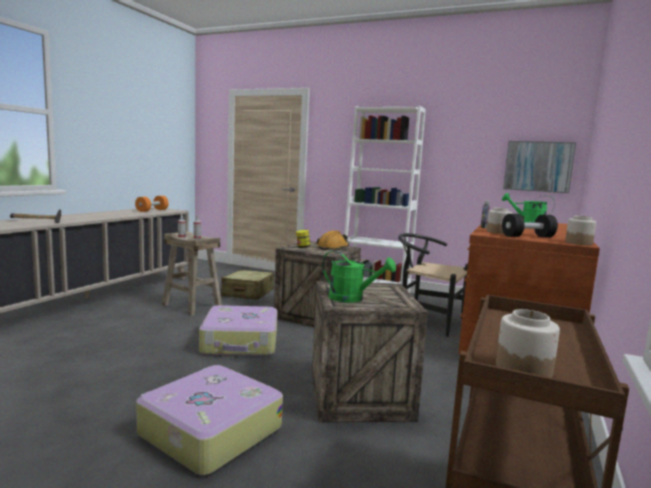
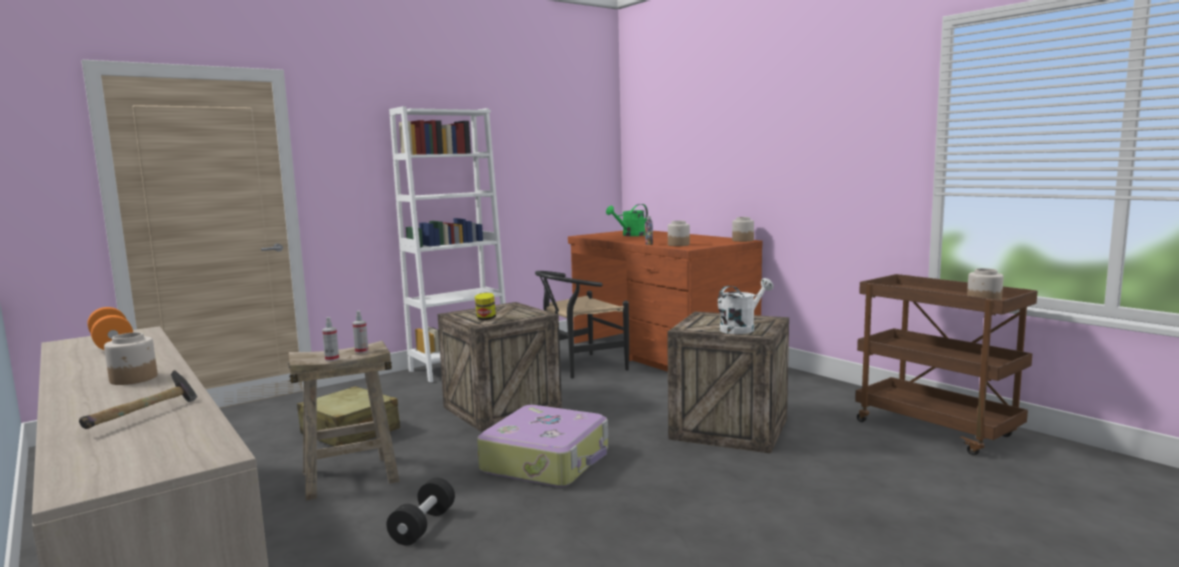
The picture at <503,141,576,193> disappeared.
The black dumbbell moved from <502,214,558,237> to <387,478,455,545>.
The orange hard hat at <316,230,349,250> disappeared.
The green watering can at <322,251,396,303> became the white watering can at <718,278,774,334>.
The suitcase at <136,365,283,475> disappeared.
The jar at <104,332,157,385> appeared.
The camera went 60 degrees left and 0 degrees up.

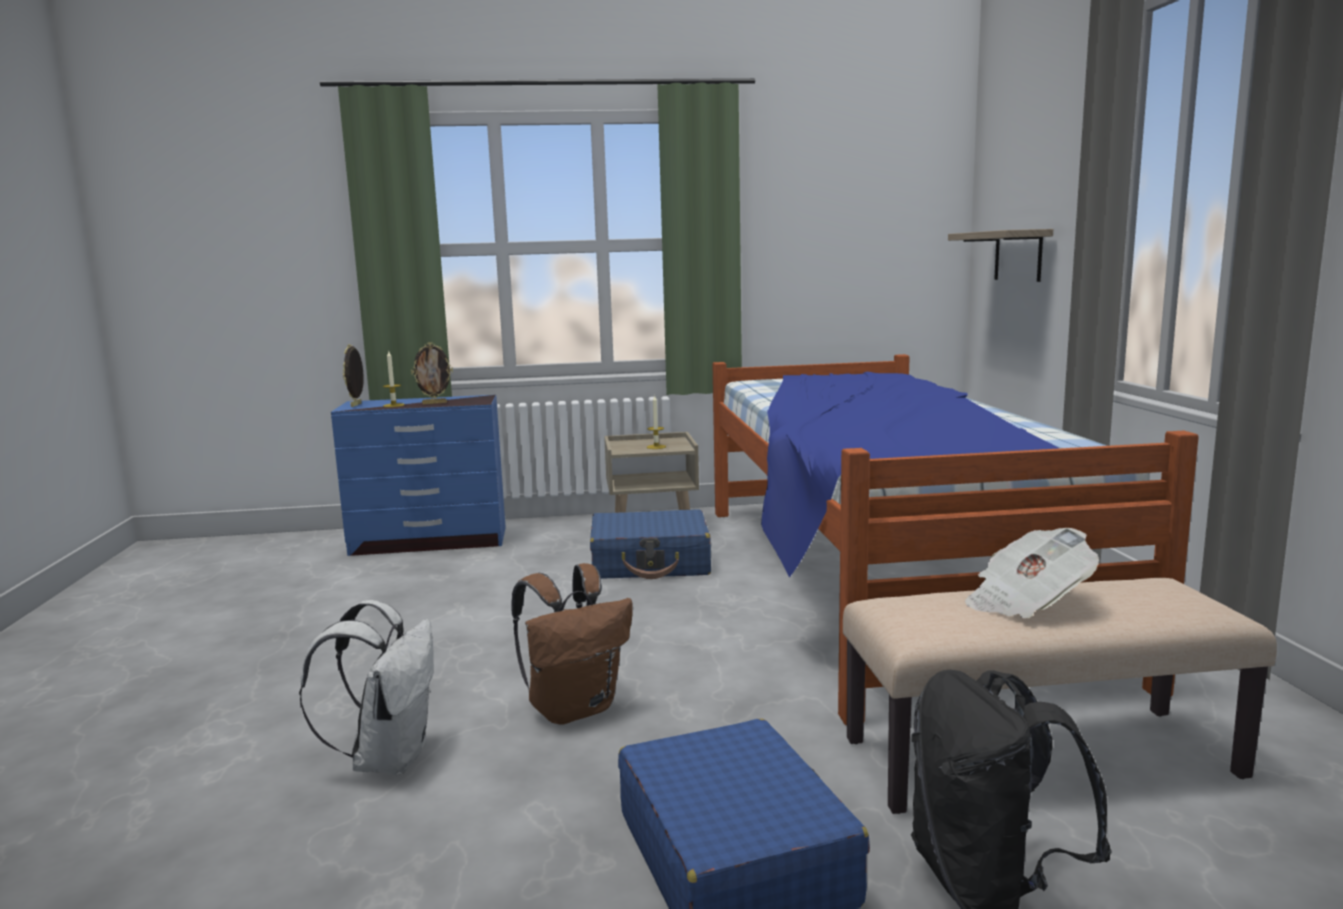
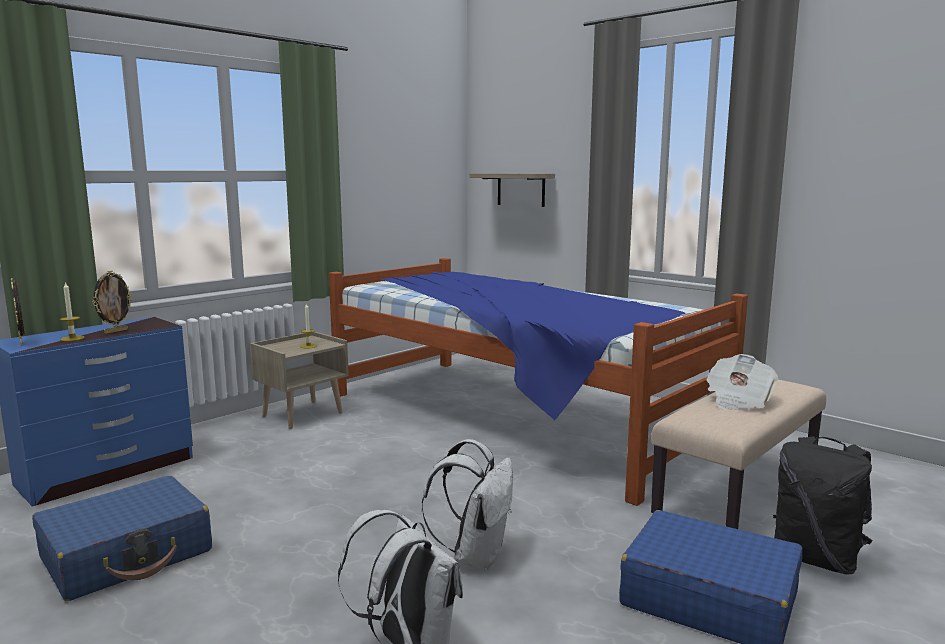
The blue suitcase moved from <590,509,711,579> to <32,476,212,601>.
The brown backpack at <511,563,633,725> became the white backpack at <422,439,513,570>.
The camera went 40 degrees left and 0 degrees up.

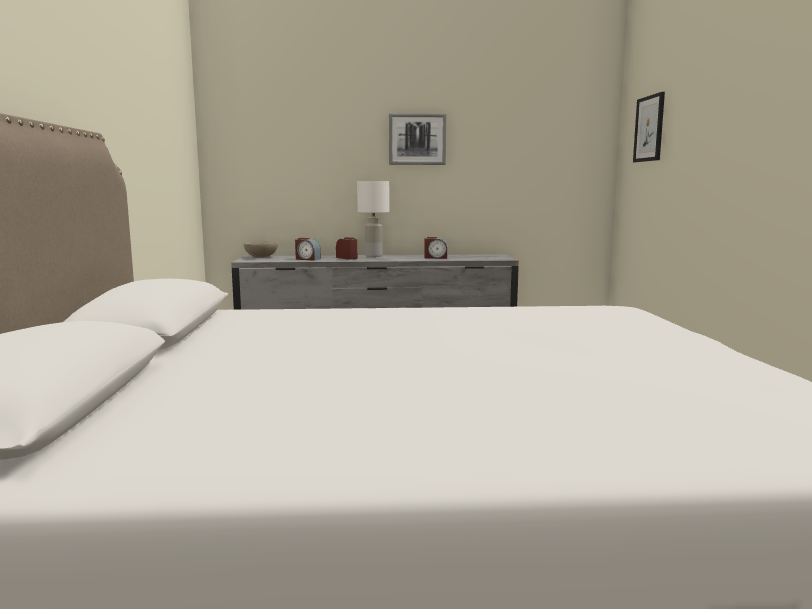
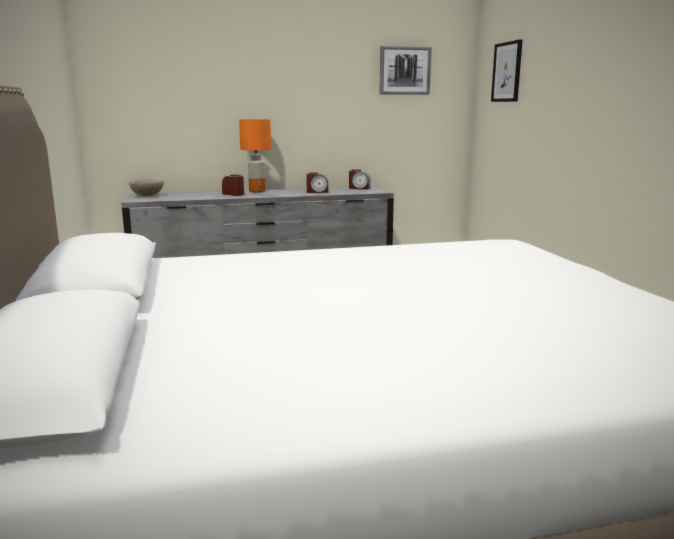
The picture moved from <389,113,446,165> to <379,46,432,95>.
The white table lamp at <357,181,389,257> became the orange table lamp at <239,119,271,192>.
The alarm clock moved from <295,238,321,261> to <349,169,371,189>.
The camera went 10 degrees left and 5 degrees up.

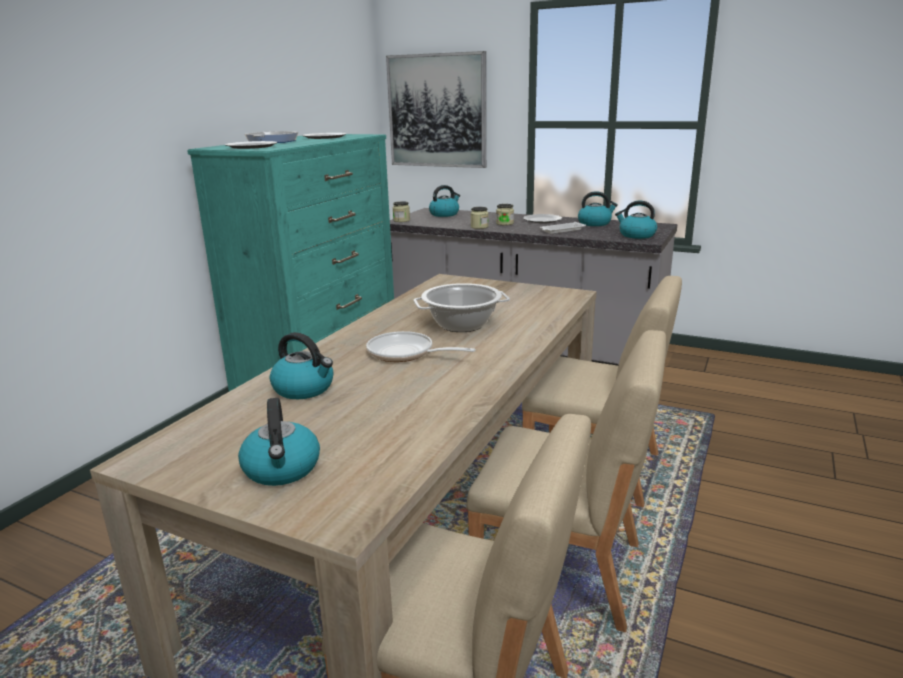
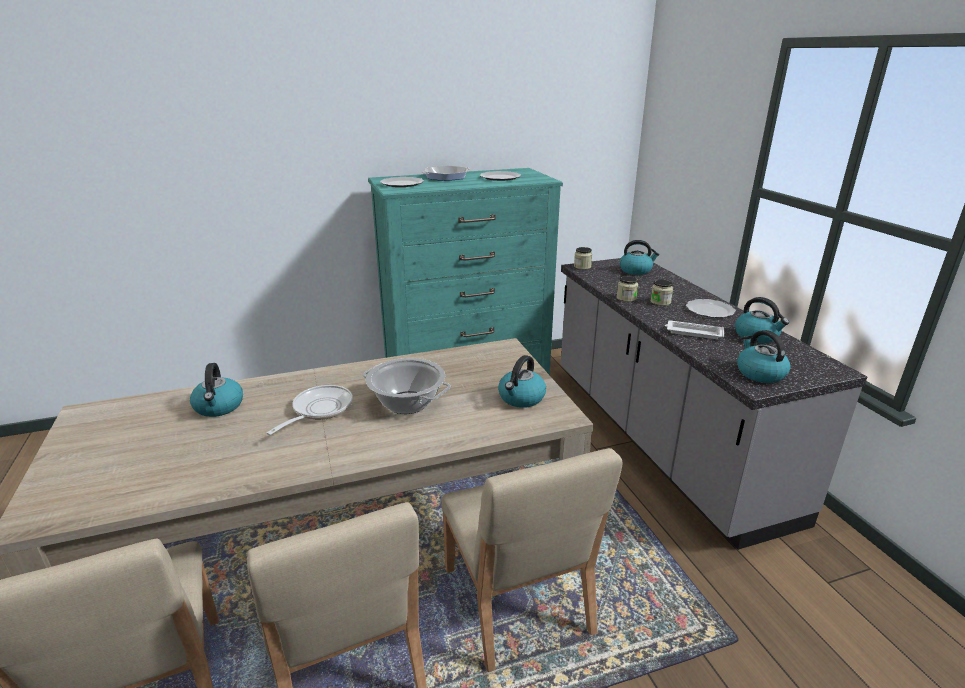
The picture at <386,51,486,168> disappeared.
The frying pan at <366,331,476,362> turned 45 degrees clockwise.
The kettle moved from <238,398,320,486> to <498,355,546,408>.
The camera went 45 degrees right and 5 degrees up.

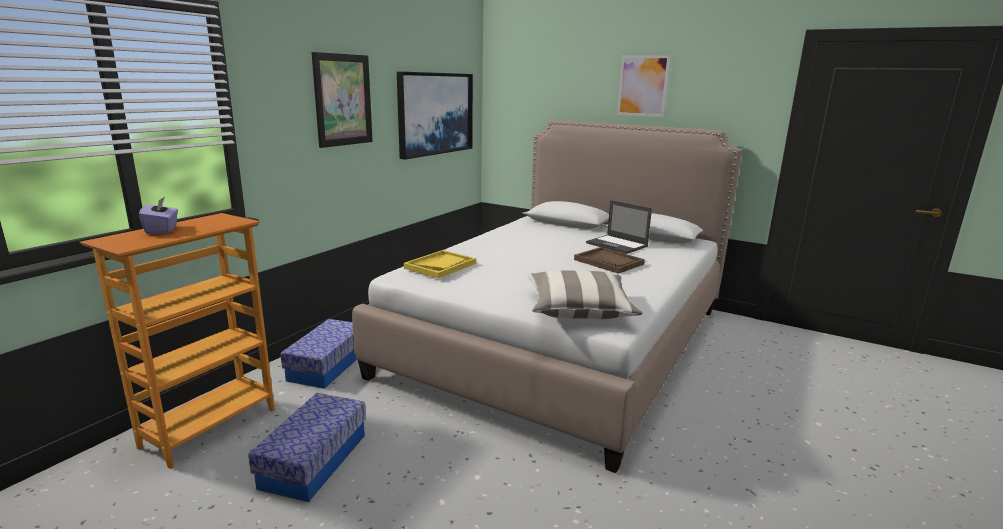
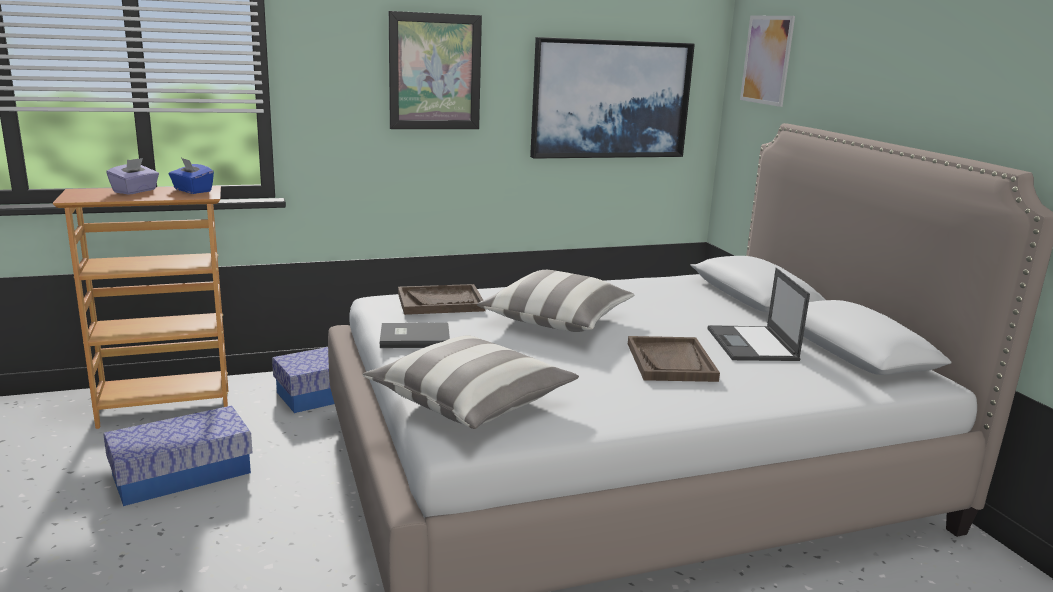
The picture moved from <617,55,671,117> to <740,16,795,107>.
The yellow tray at <404,250,476,279> became the brown tray at <398,284,485,315>.
The blue tissue box at <169,158,214,194> appeared.
The pillow at <477,270,634,332> appeared.
The grey book at <380,323,450,348> appeared.
The camera went 40 degrees right and 0 degrees up.

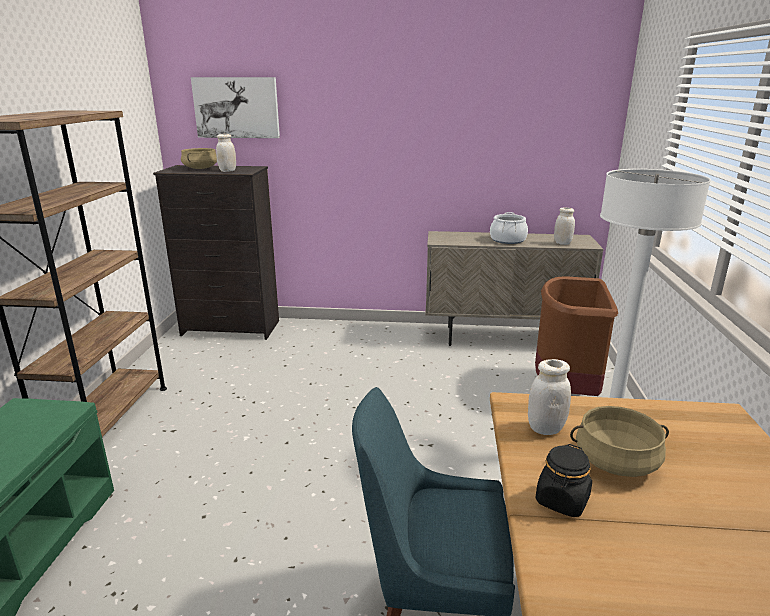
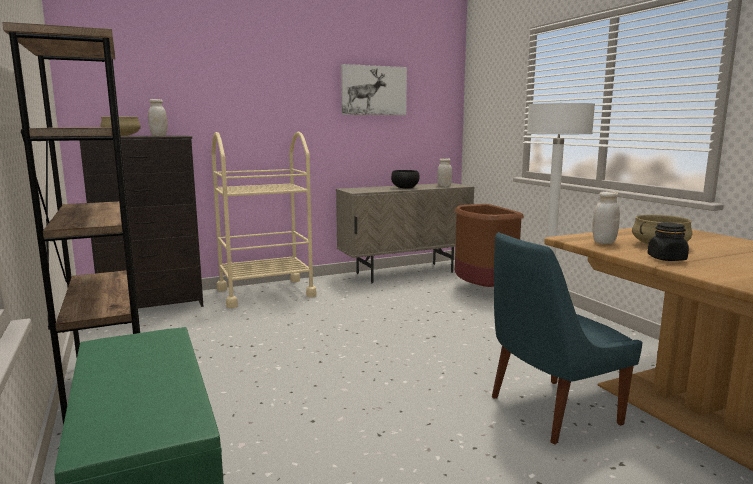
The picture moved from <191,77,280,138> to <341,64,407,115>.
The cooking pot at <490,212,528,244> was replaced by the black bowl at <391,170,420,189>.
The beige cart at <211,132,316,308> appeared.
The camera went 30 degrees left and 10 degrees down.

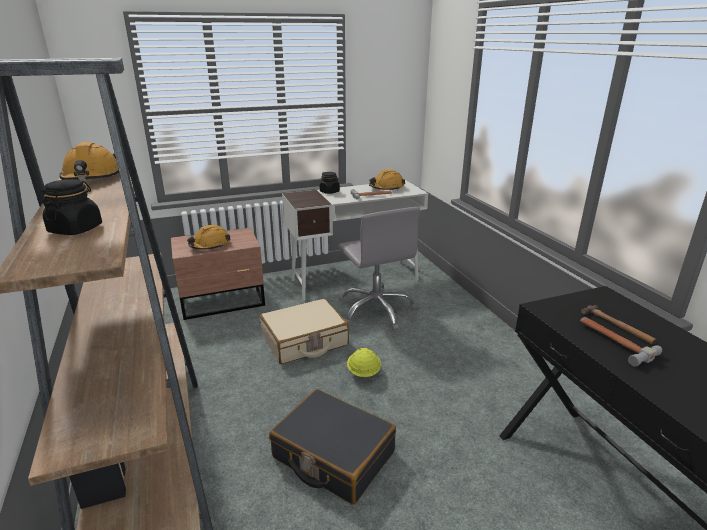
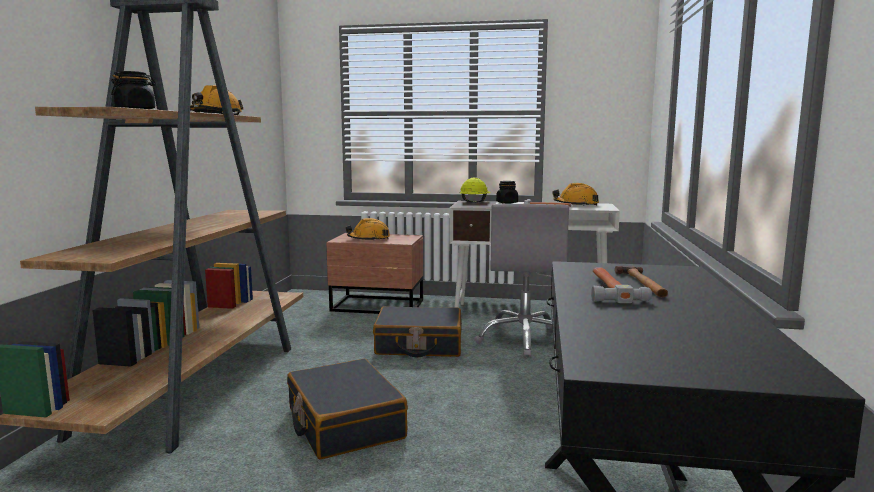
The beige suitcase at <260,299,349,364> became the black suitcase at <373,306,462,357>.
The yellow hard hat moved from <347,348,381,377> to <459,177,491,203>.
The camera went 30 degrees right and 15 degrees down.

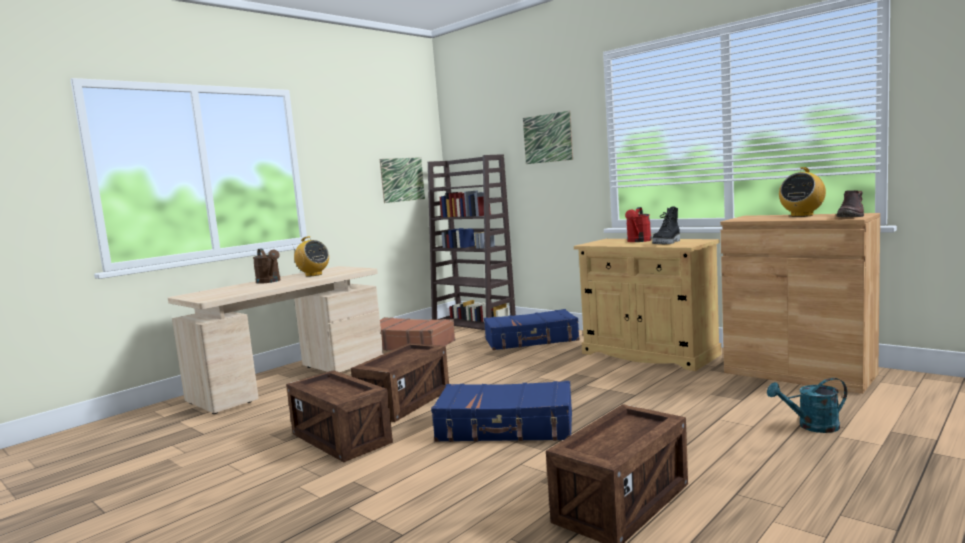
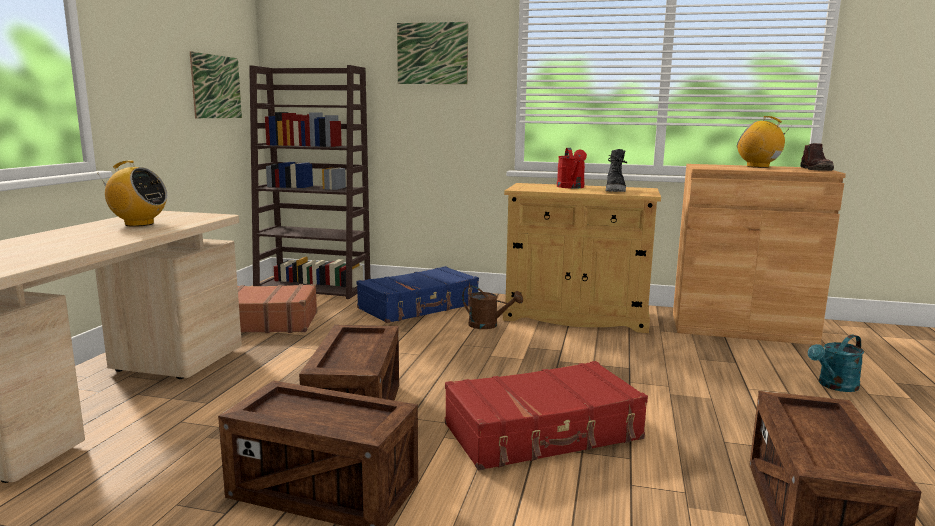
The radio at <779,167,826,217> turned 120 degrees clockwise.
The brown watering can moved from <253,248,281,284> to <462,285,523,329>.
The blue suitcase at <431,381,572,442> became the red suitcase at <445,361,648,471>.
The camera went 30 degrees left and 5 degrees up.

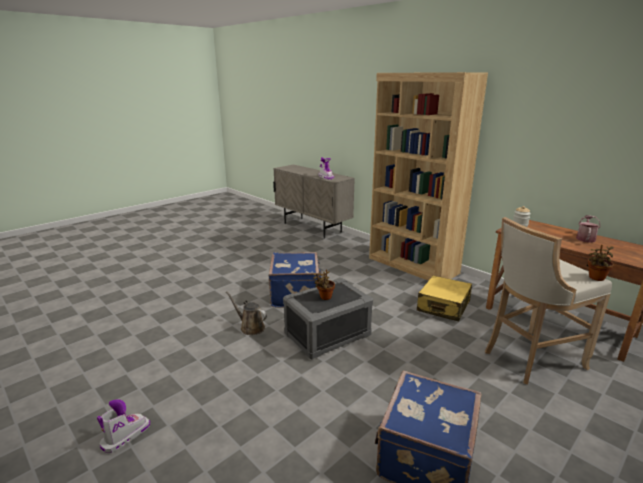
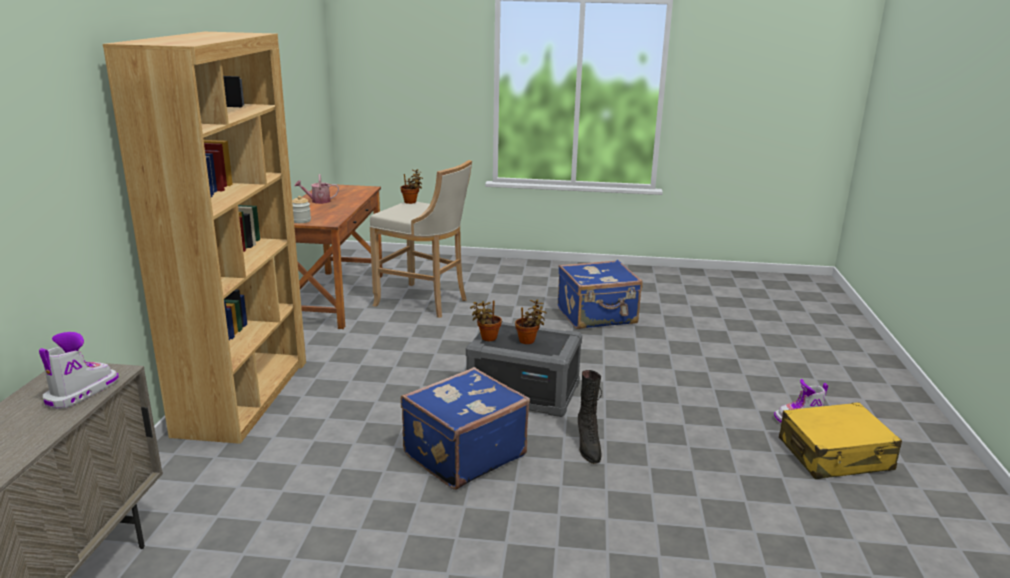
The yellow suitcase moved from <417,276,472,321> to <779,402,902,479>.
The brown watering can at <226,291,267,335> was replaced by the black boot at <578,370,602,464>.
The potted plant at <470,301,502,341> appeared.
The camera went 130 degrees left and 0 degrees up.

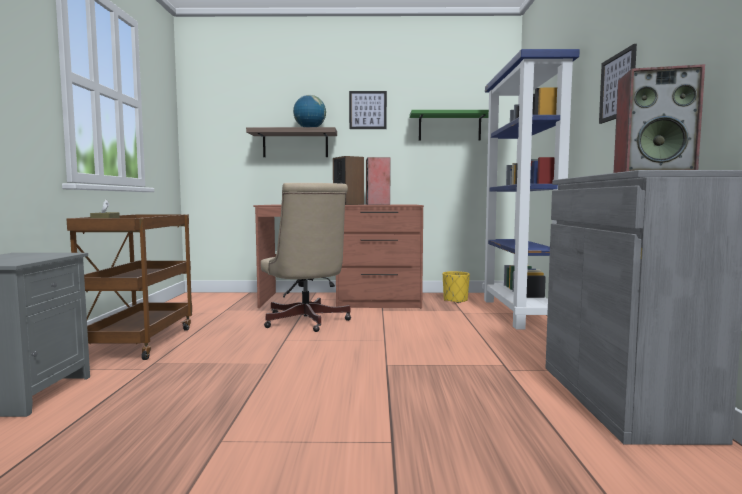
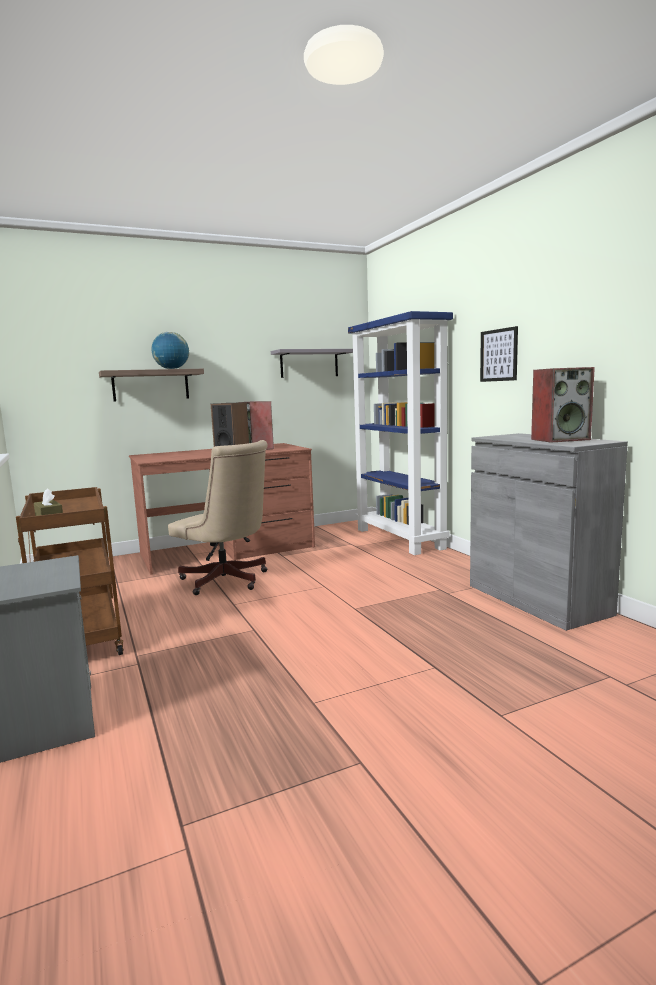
The picture at <349,91,387,129> disappeared.
The green shelf at <409,110,489,141> became the grey shelf at <271,349,353,378>.
The yellow planter at <443,271,470,303> disappeared.
The camera went 25 degrees left and 5 degrees up.

